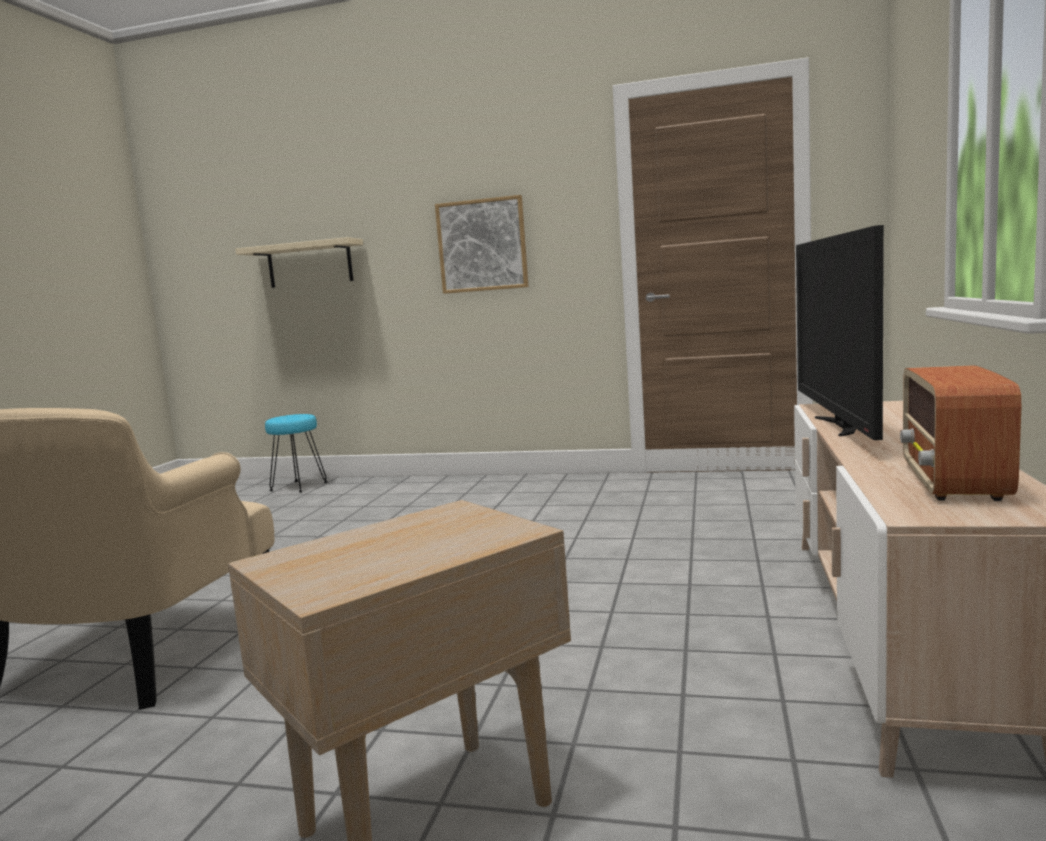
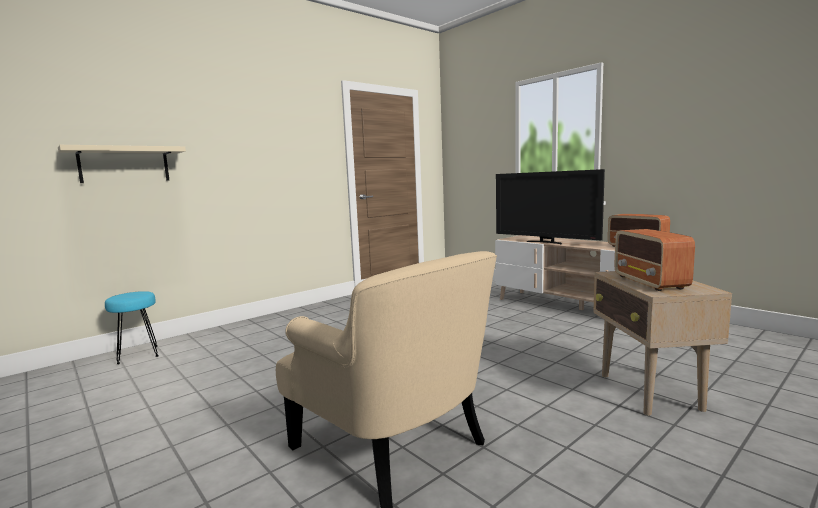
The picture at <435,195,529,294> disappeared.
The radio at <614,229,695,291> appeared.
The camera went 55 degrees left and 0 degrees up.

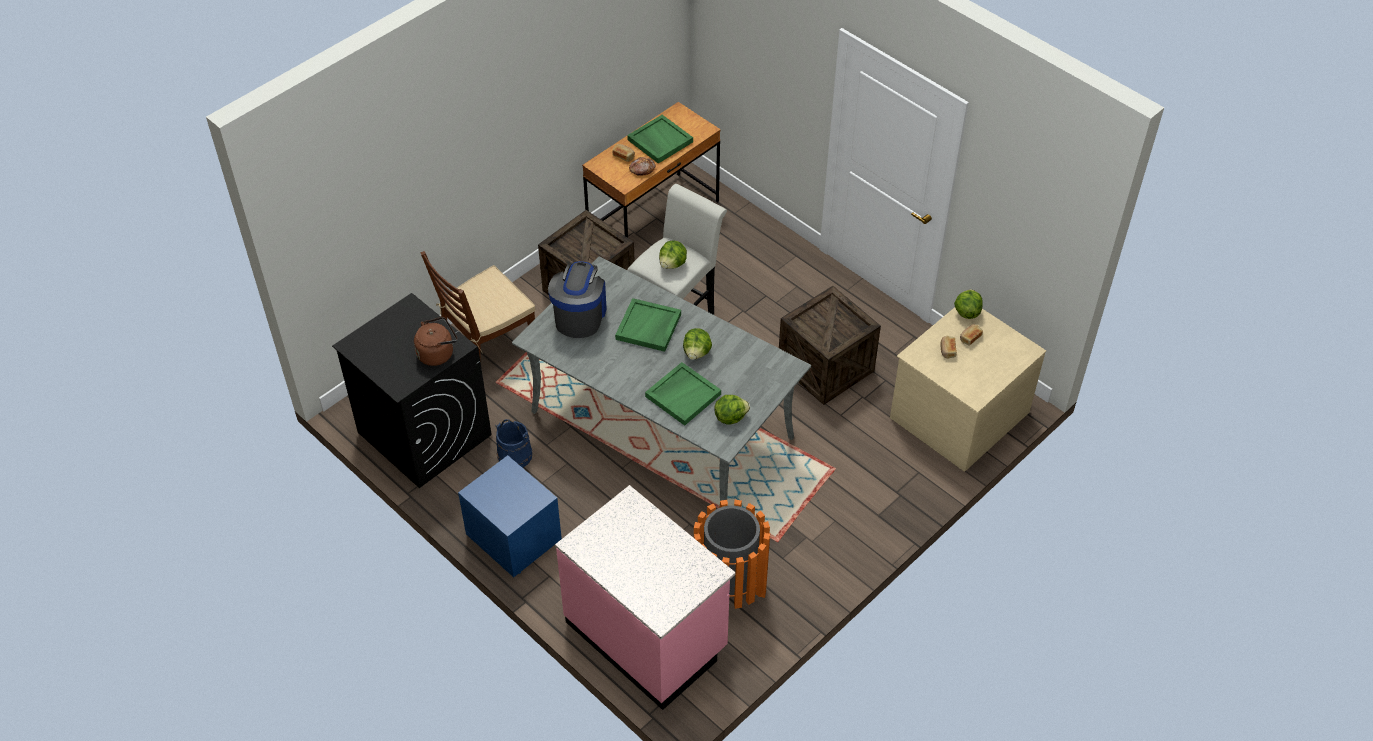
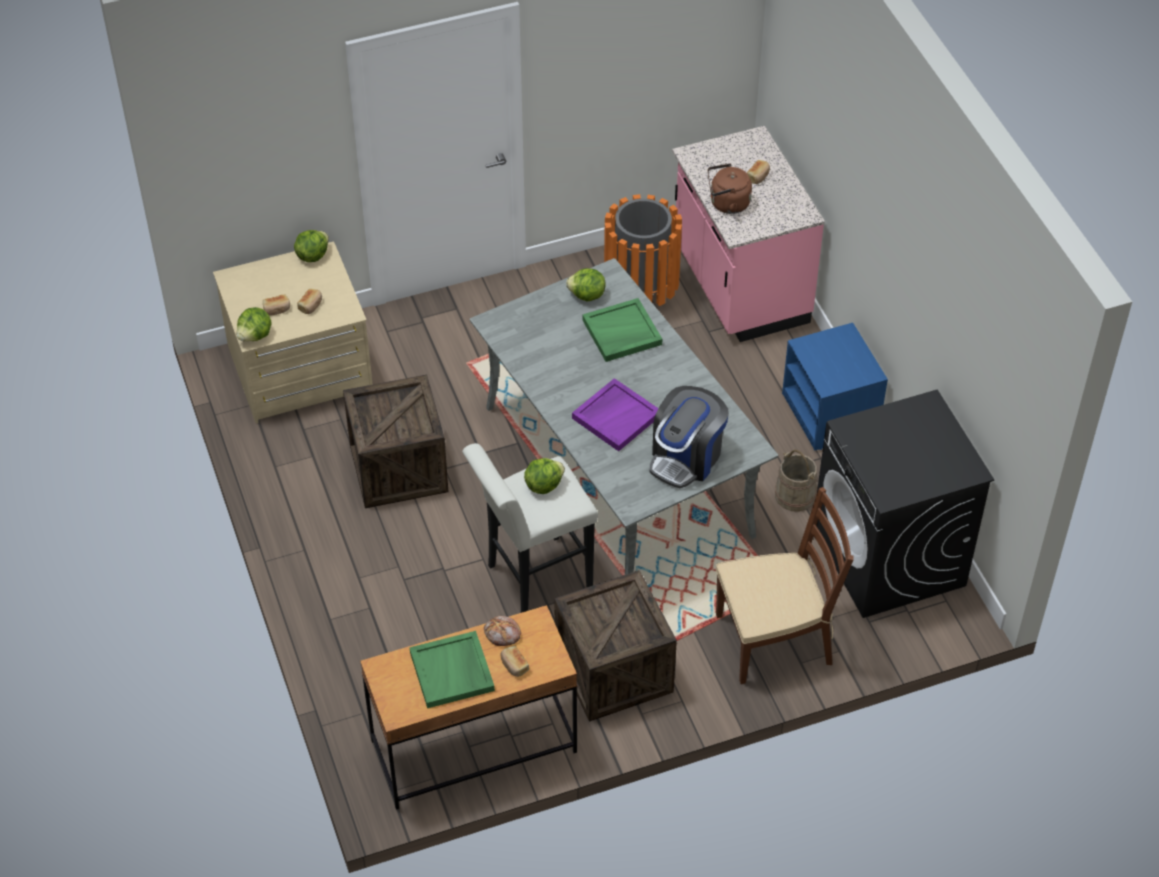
The green tray at <615,298,681,352> became the purple tray at <572,378,658,451>.
The brown kettle moved from <414,317,457,366> to <708,163,752,214>.
The lettuce moved from <683,328,712,360> to <294,230,329,262>.
The blue bucket at <495,419,532,468> became the beige bucket at <775,449,817,512>.
The bread at <747,160,770,184> appeared.
The camera went 155 degrees left and 0 degrees up.

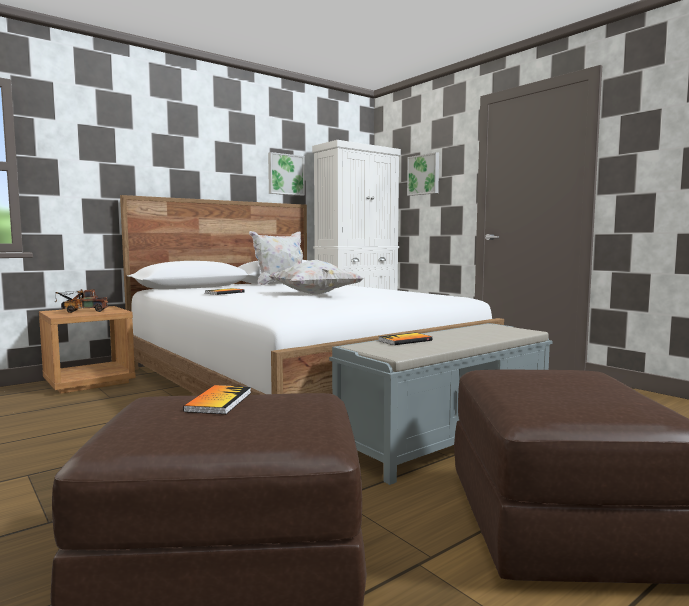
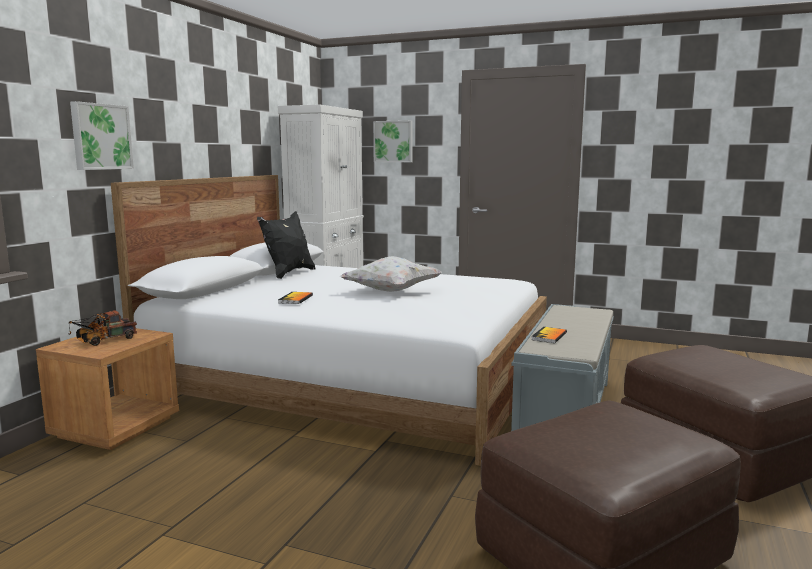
The picture moved from <268,152,305,196> to <70,101,134,170>.
The white pillow at <249,231,303,286> became the black pillow at <257,211,315,279>.
The book at <183,385,251,414> disappeared.
The camera went 30 degrees left and 5 degrees up.

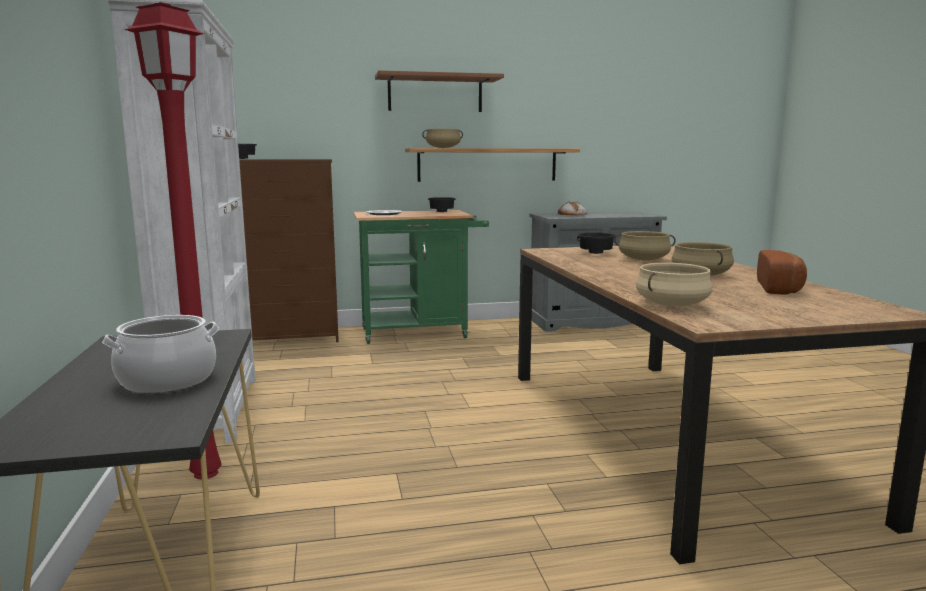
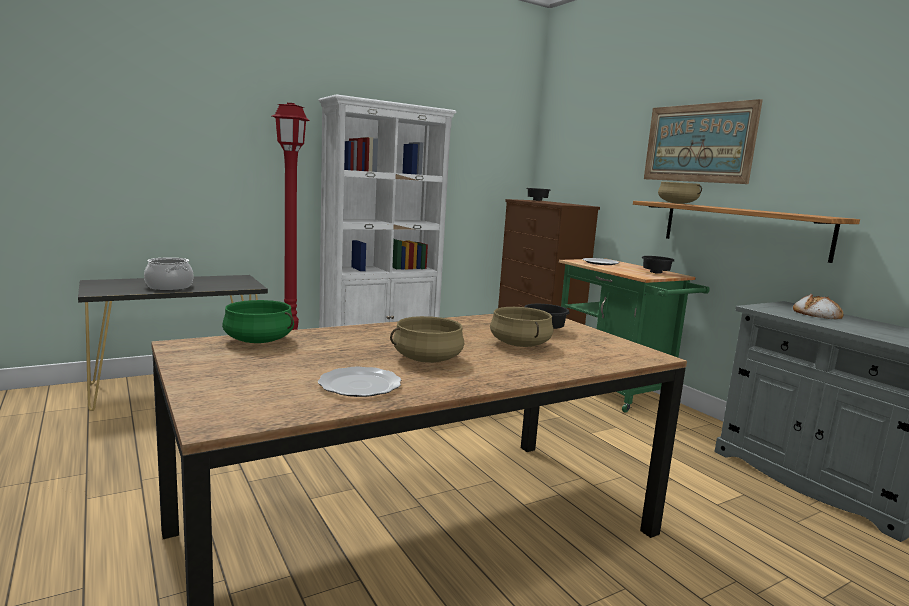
The brown shelf at <375,70,504,112> was replaced by the picture at <644,99,763,184>.
The bread at <757,250,807,294> was replaced by the plate at <318,367,402,397>.
The beige cooking pot at <636,263,712,306> became the green cooking pot at <222,300,294,343>.
The camera went 70 degrees right and 0 degrees up.

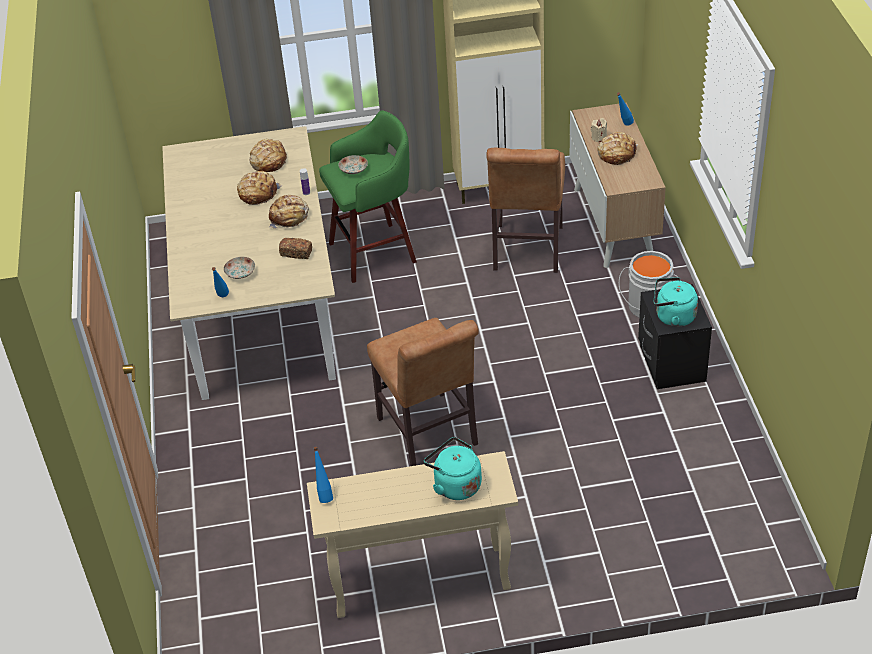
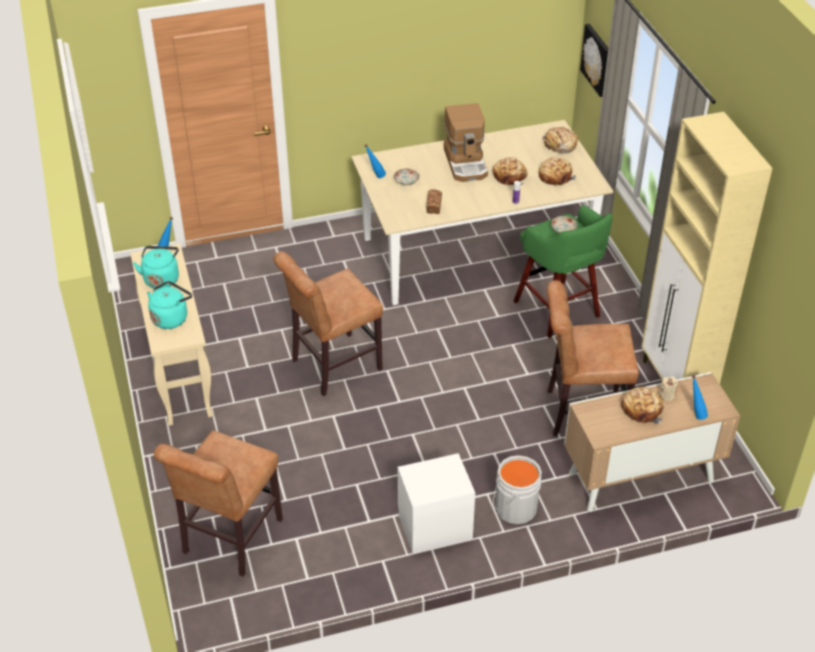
The bread moved from <269,195,309,228> to <542,127,578,153>.
The turquoise kettle moved from <654,277,698,327> to <133,246,179,289>.
The black nightstand at <638,284,712,389> became the white nightstand at <398,453,475,554>.
The picture at <580,24,608,97> appeared.
The coffee machine at <444,103,488,182> appeared.
The brown chair at <154,430,283,577> appeared.
The camera went 80 degrees right and 0 degrees up.

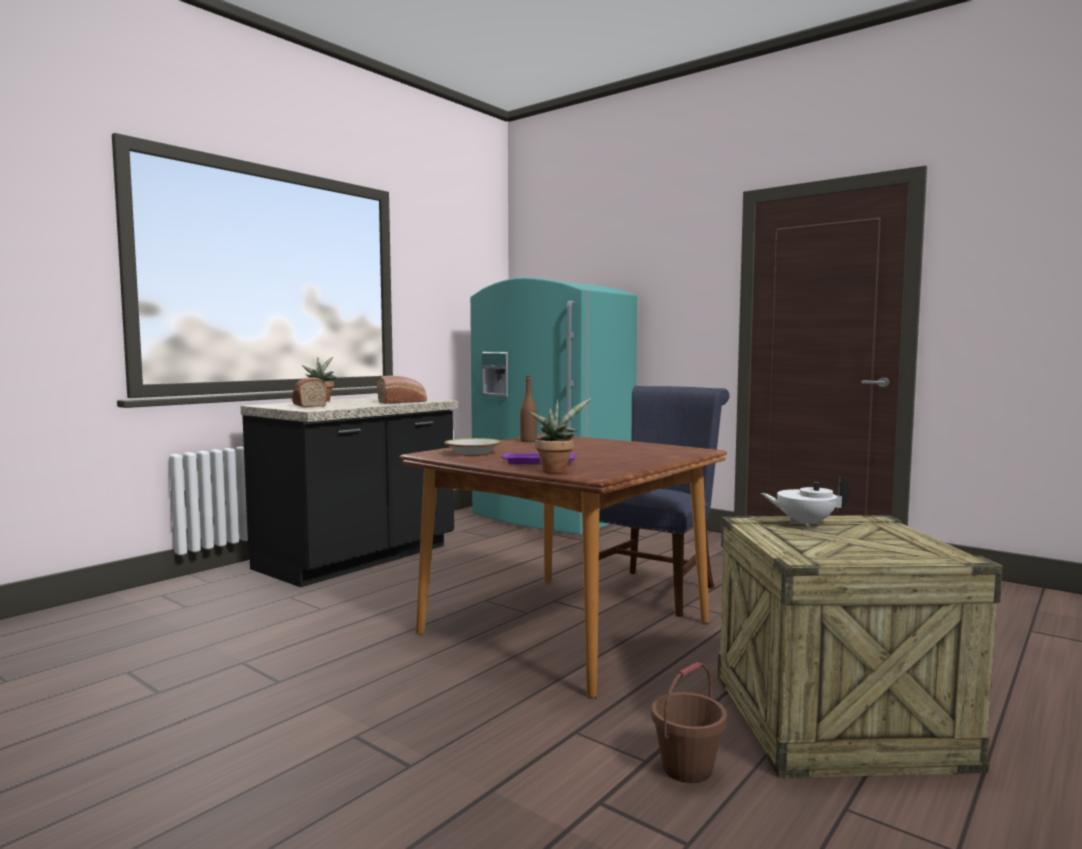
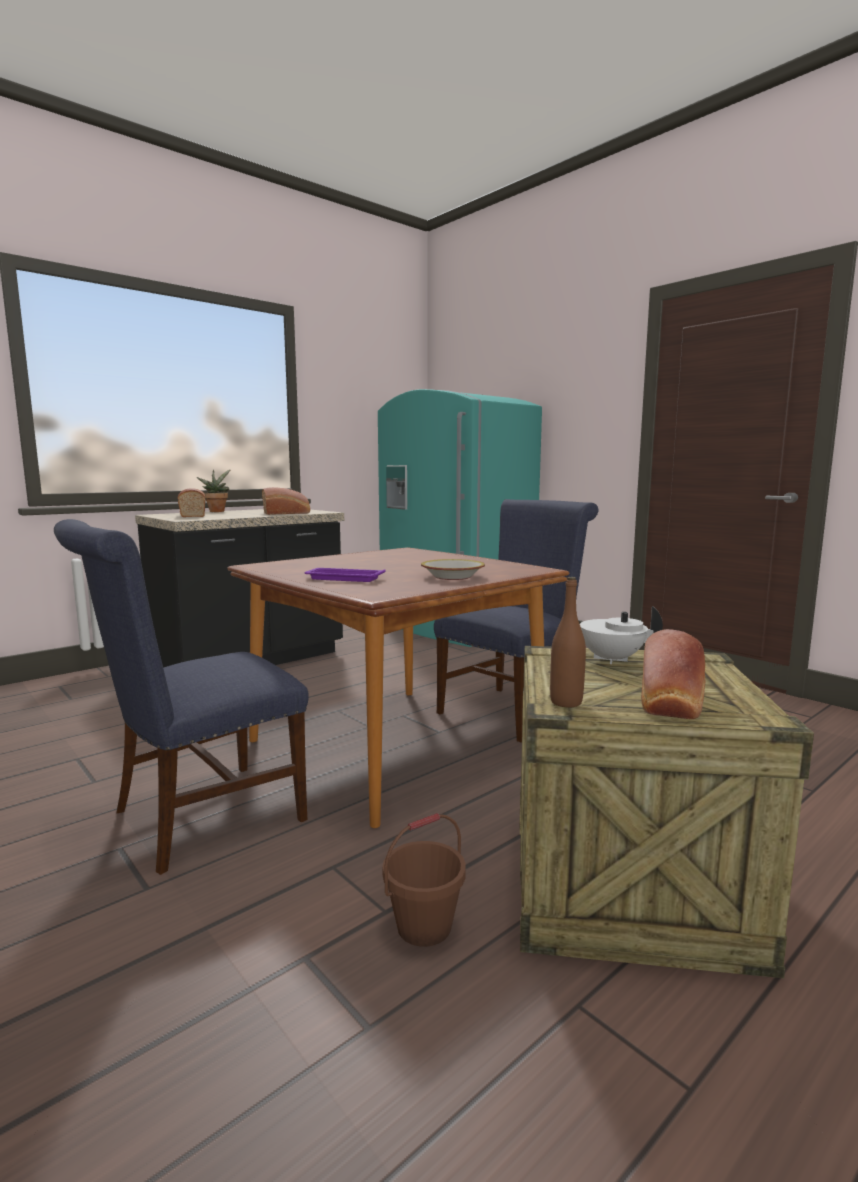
The brown bottle moved from <520,376,537,442> to <550,577,586,707>.
The potted plant at <529,398,591,473> disappeared.
The bowl moved from <444,438,501,456> to <421,559,485,580>.
The blue chair at <54,519,309,875> appeared.
The bread at <641,629,706,719> appeared.
The camera went 10 degrees right and 5 degrees up.

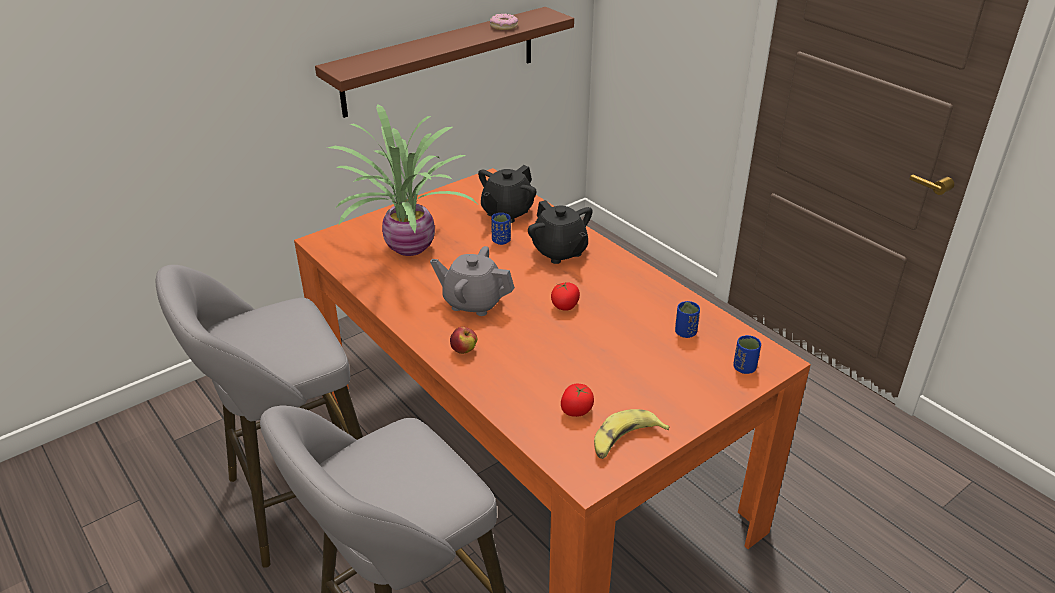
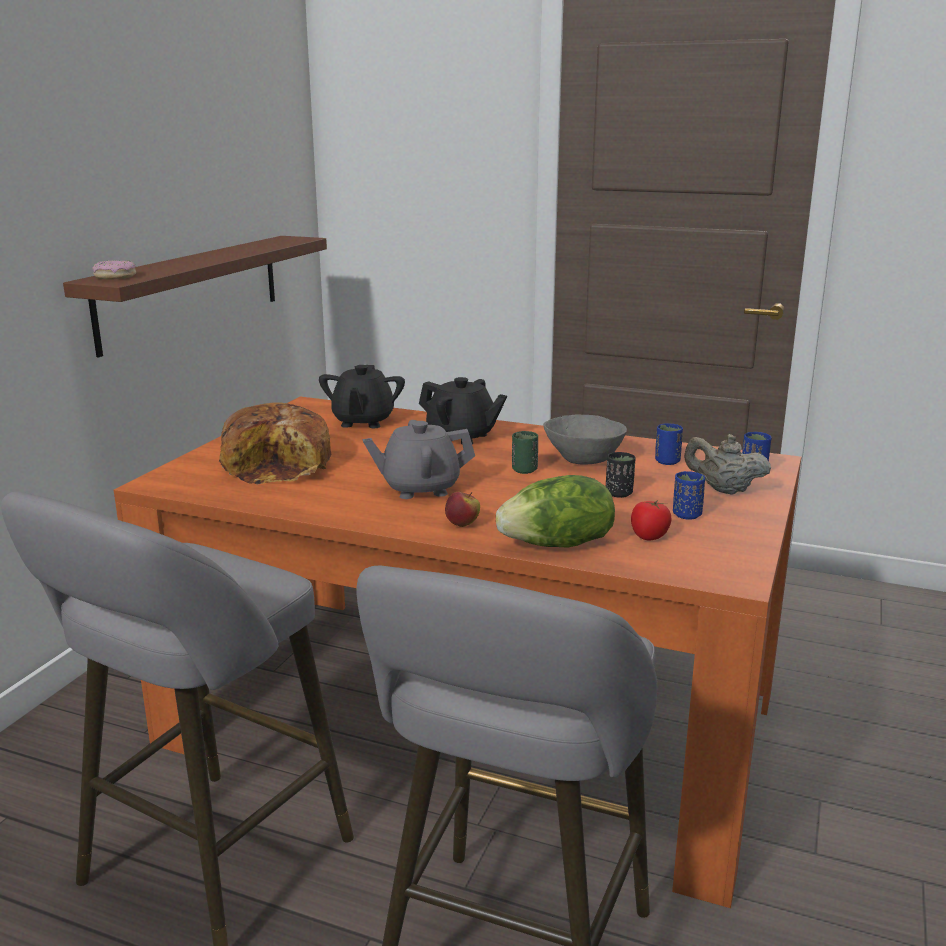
The donut moved from <490,14,518,30> to <92,260,136,279>.
The potted plant at <328,105,477,256> was replaced by the bread at <219,402,331,485>.
The blue cup moved from <491,213,511,245> to <673,471,705,520>.
The tomato at <551,282,580,311> was replaced by the green cup at <512,431,539,474>.
The banana at <594,409,670,459> disappeared.
The grey bowl at <543,415,627,464> appeared.
The beige teapot at <684,434,771,495> appeared.
The black cup at <606,452,636,498> appeared.
The lettuce at <496,475,615,548> appeared.
The camera went 30 degrees left and 15 degrees down.

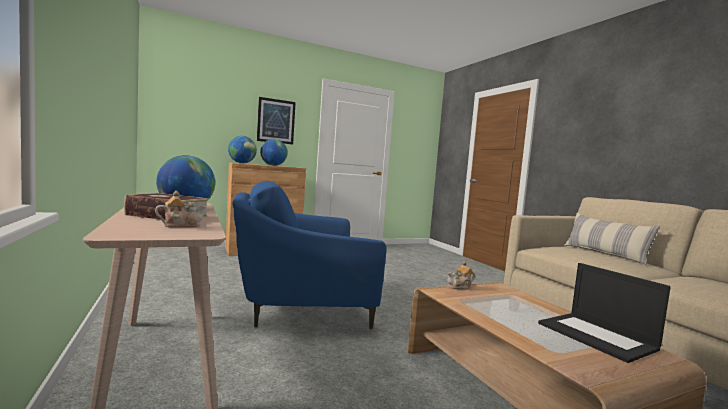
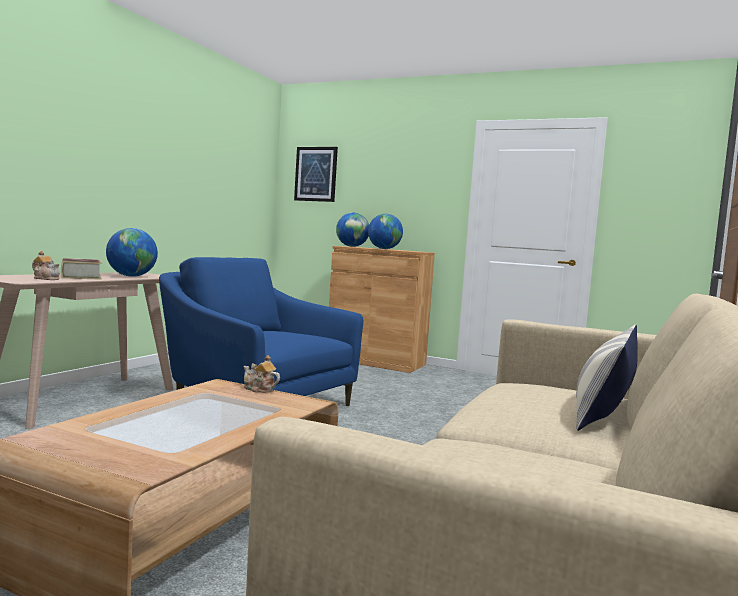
The picture moved from <257,97,296,144> to <294,147,338,202>.
The laptop at <538,263,670,363> disappeared.
The camera went 50 degrees right and 0 degrees up.

